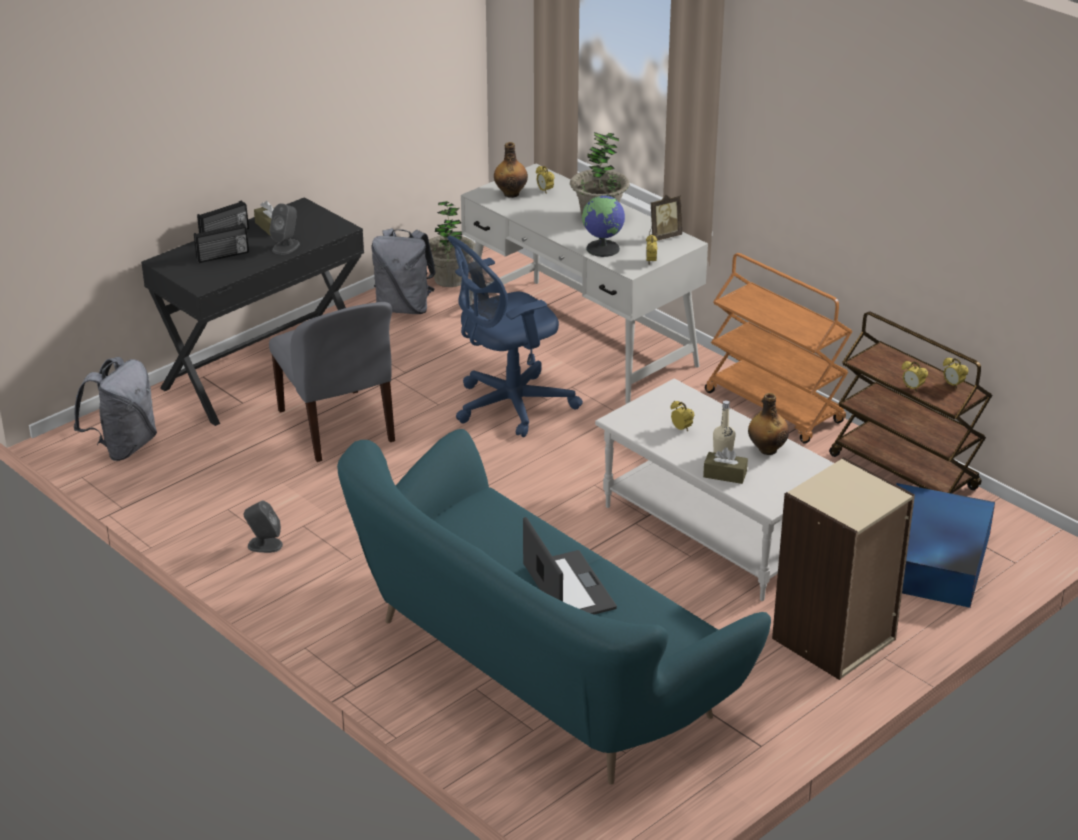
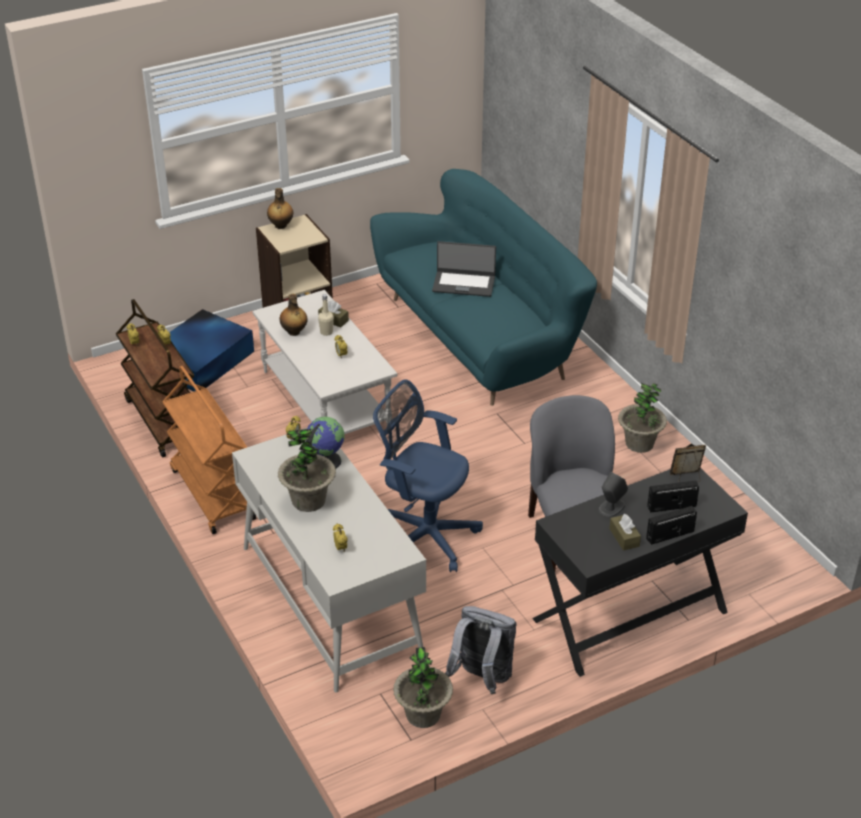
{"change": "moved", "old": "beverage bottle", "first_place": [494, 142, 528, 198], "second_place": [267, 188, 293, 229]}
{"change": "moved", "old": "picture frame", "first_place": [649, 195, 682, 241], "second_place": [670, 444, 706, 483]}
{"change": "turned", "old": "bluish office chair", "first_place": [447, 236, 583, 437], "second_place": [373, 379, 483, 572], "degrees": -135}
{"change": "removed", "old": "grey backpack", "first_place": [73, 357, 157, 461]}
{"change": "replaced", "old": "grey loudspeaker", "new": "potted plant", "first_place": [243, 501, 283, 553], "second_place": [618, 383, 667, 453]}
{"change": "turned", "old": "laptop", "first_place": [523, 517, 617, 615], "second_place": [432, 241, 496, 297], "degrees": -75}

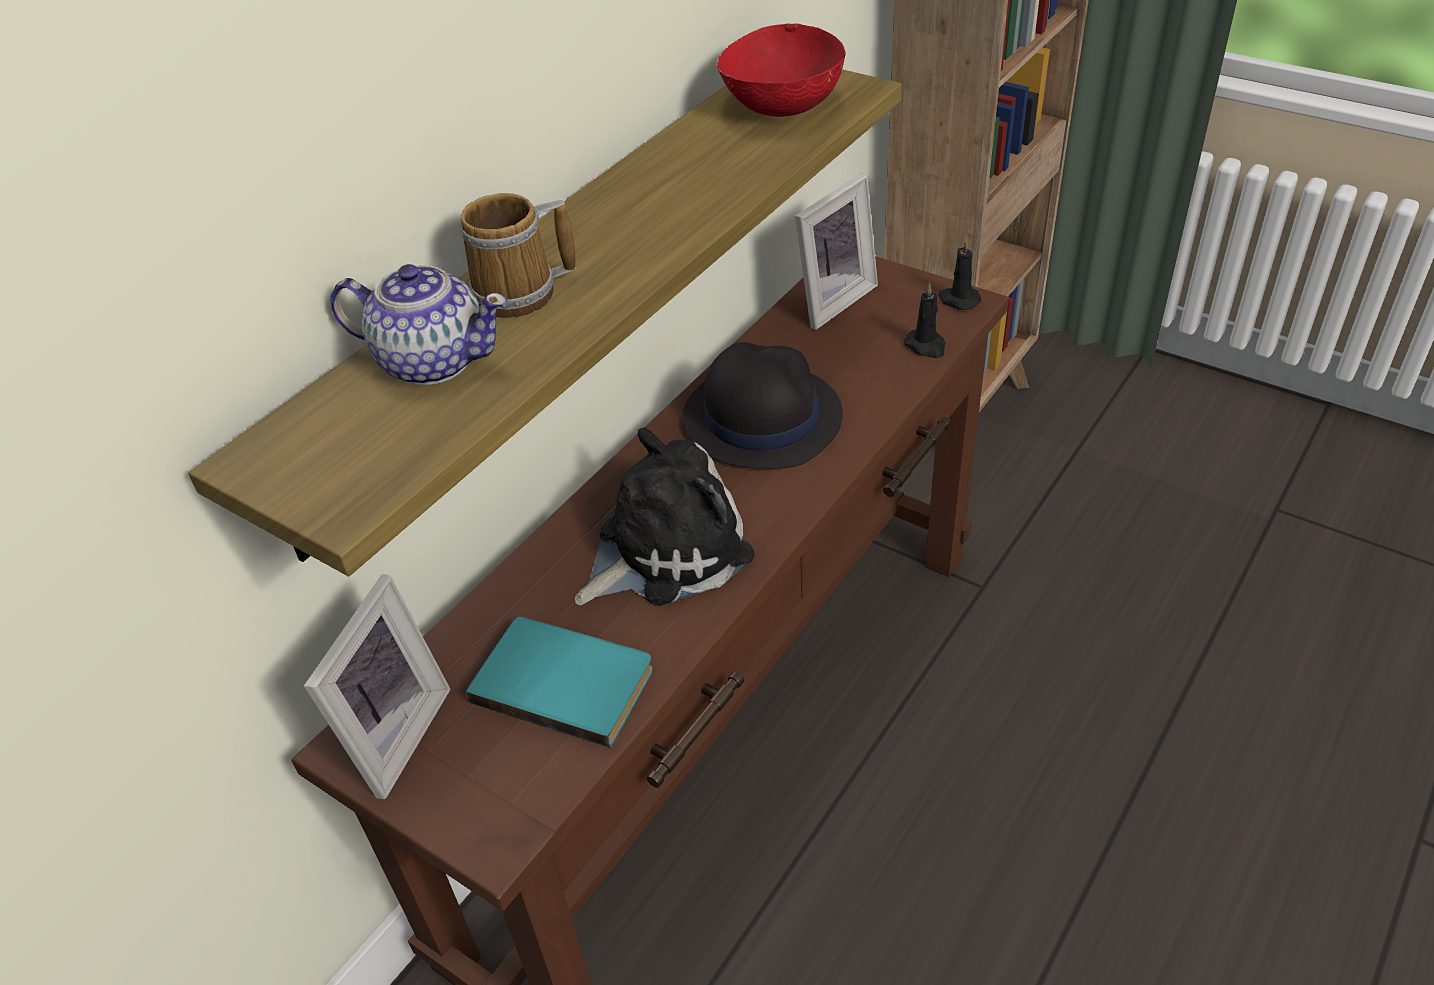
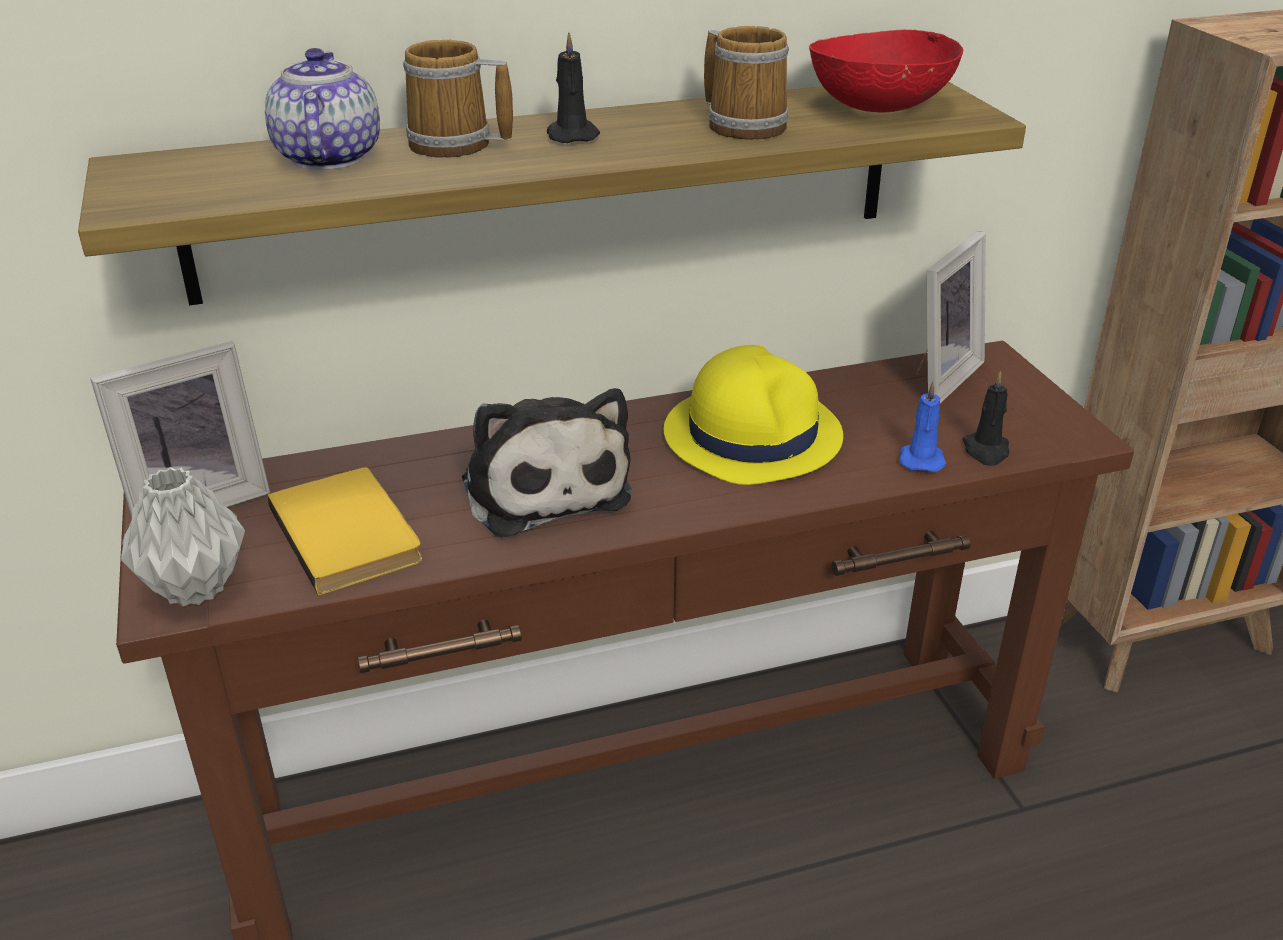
{"change": "turned", "old": "picture frame", "first_place": [795, 174, 878, 330], "second_place": [916, 231, 986, 403], "degrees": -45}
{"change": "moved", "old": "black wax candle", "first_place": [938, 239, 981, 310], "second_place": [547, 32, 600, 143]}
{"change": "turned", "old": "teapot", "first_place": [330, 264, 507, 385], "second_place": [265, 48, 380, 170], "degrees": -150}
{"change": "recoloured", "old": "black clothing hat", "new": "yellowish clothing hat", "first_place": [682, 342, 843, 469], "second_place": [664, 345, 843, 485]}
{"change": "turned", "old": "plush toy", "first_place": [575, 427, 755, 606], "second_place": [462, 388, 632, 538], "degrees": 60}
{"change": "recoloured", "old": "turquoise-coloured bound book", "new": "yellowish bound book", "first_place": [466, 617, 653, 748], "second_place": [268, 467, 422, 595]}
{"change": "added", "new": "tea mug", "second_place": [704, 26, 789, 140]}
{"change": "added", "new": "bluish wax candle", "second_place": [899, 381, 946, 472]}
{"change": "added", "new": "grey flower vase", "second_place": [121, 467, 245, 607]}

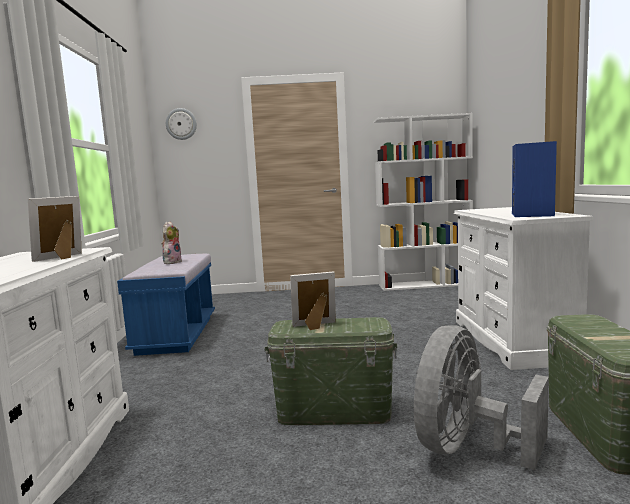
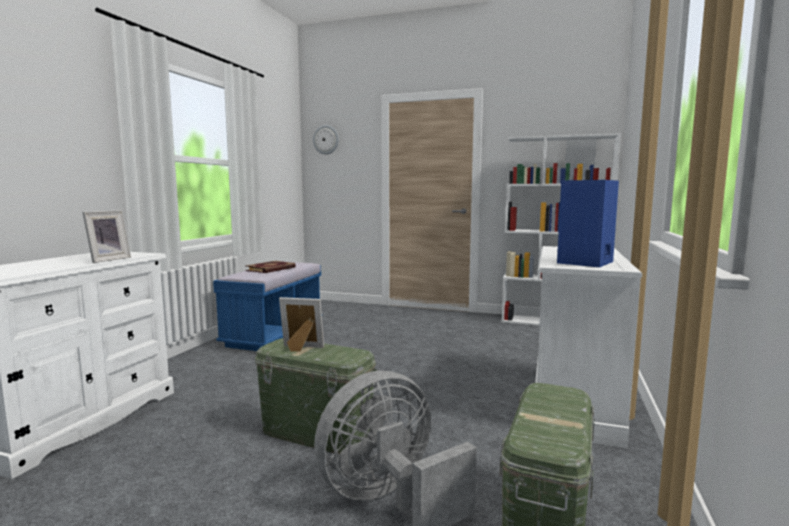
{"change": "turned", "old": "picture frame", "first_place": [28, 196, 82, 262], "second_place": [82, 210, 131, 263], "degrees": 150}
{"change": "replaced", "old": "plush toy", "new": "bound book", "first_place": [162, 222, 182, 264], "second_place": [245, 261, 296, 273]}

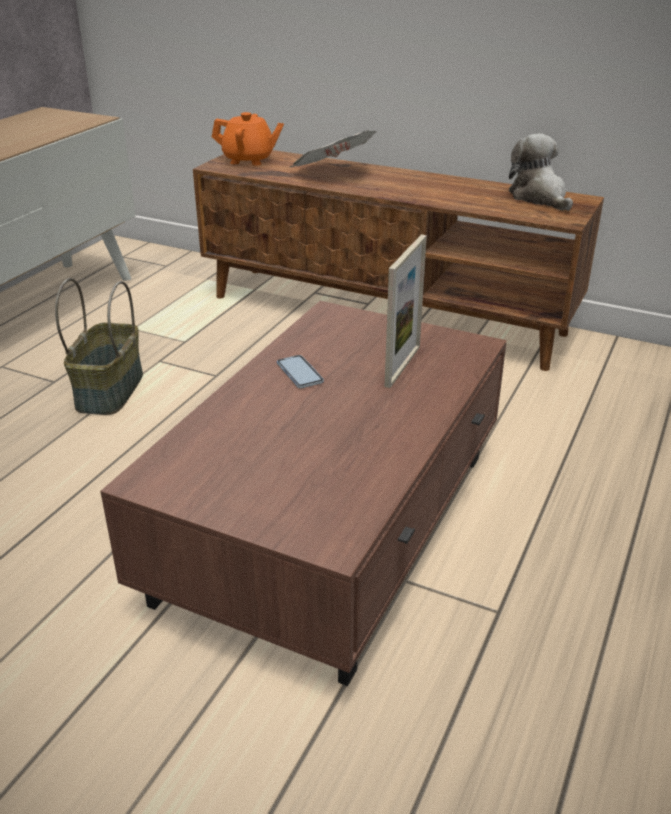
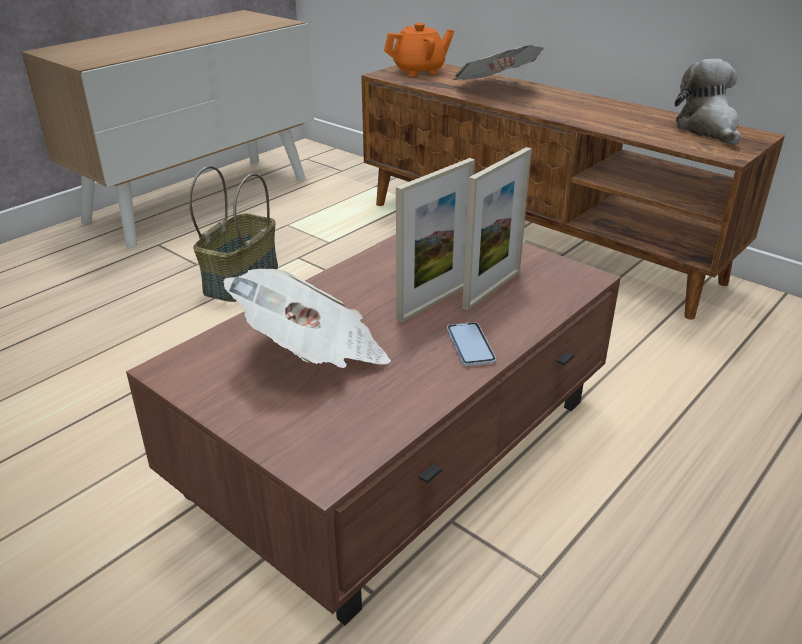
{"change": "turned", "old": "orange-coloured teapot", "first_place": [212, 112, 284, 166], "second_place": [384, 23, 454, 77], "degrees": -45}
{"change": "moved", "old": "handset", "first_place": [277, 355, 324, 388], "second_place": [447, 322, 496, 366]}
{"change": "added", "new": "picture frame", "second_place": [396, 158, 475, 323]}
{"change": "added", "new": "printed paper", "second_place": [223, 269, 391, 368]}

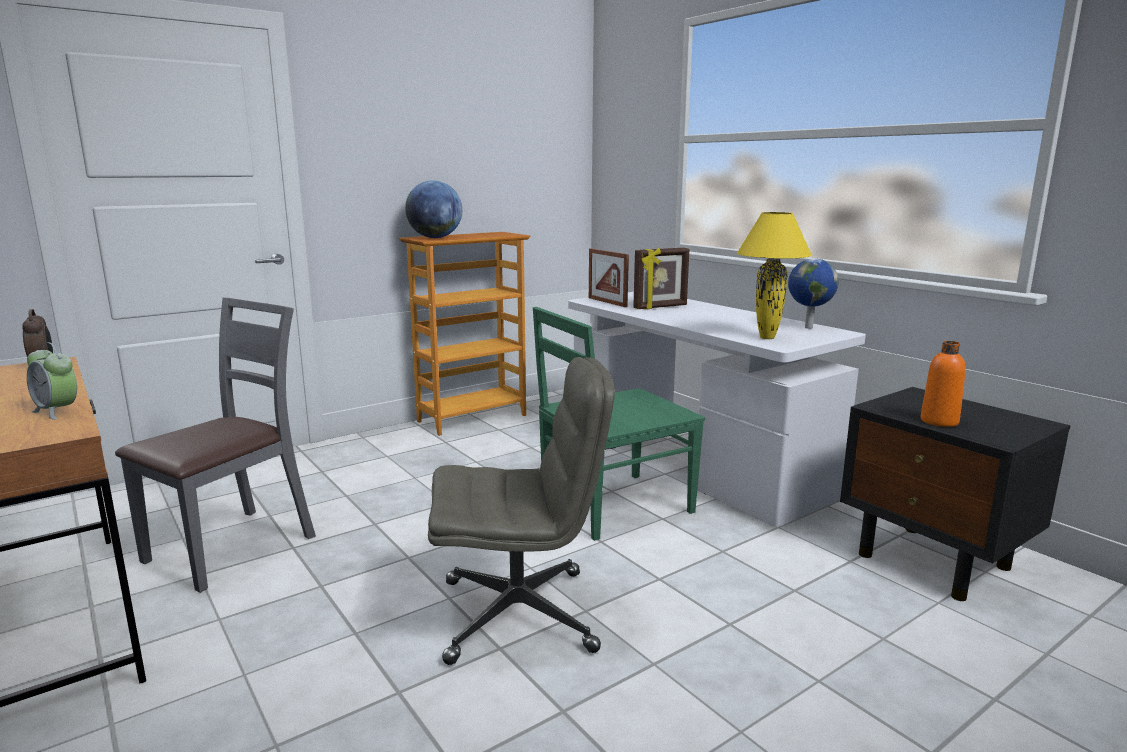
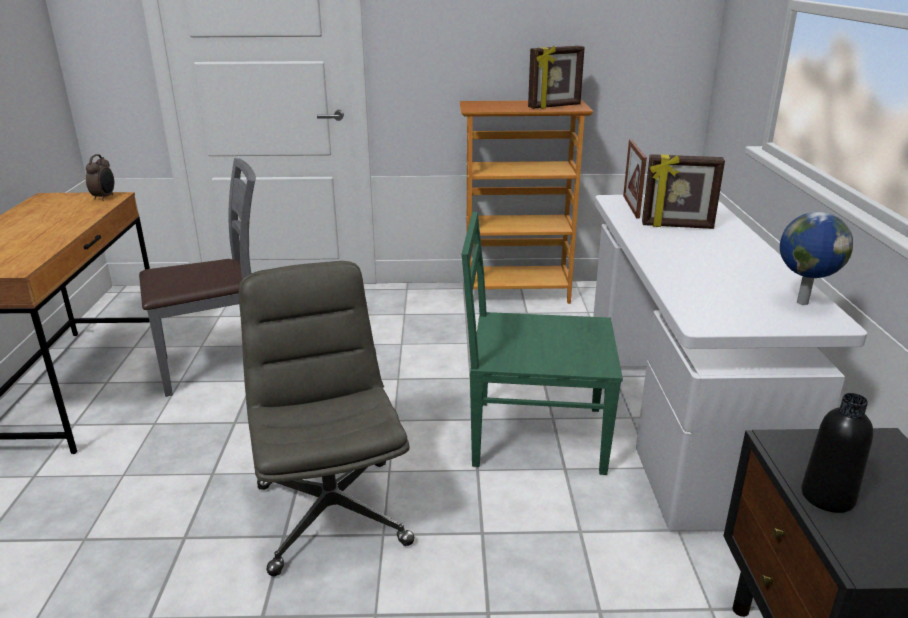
{"change": "removed", "old": "world globe", "first_place": [405, 180, 462, 238]}
{"change": "removed", "old": "yellowish tabletop lamp", "first_place": [737, 212, 812, 339]}
{"change": "recoloured", "old": "orange-coloured beverage bottle", "new": "black beverage bottle", "first_place": [920, 341, 966, 427], "second_place": [801, 393, 873, 513]}
{"change": "removed", "old": "bedside clock", "first_place": [27, 342, 77, 420]}
{"change": "turned", "old": "grey office chair", "first_place": [428, 357, 615, 665], "second_place": [239, 261, 414, 576], "degrees": -135}
{"change": "added", "new": "picture frame", "second_place": [528, 46, 585, 109]}

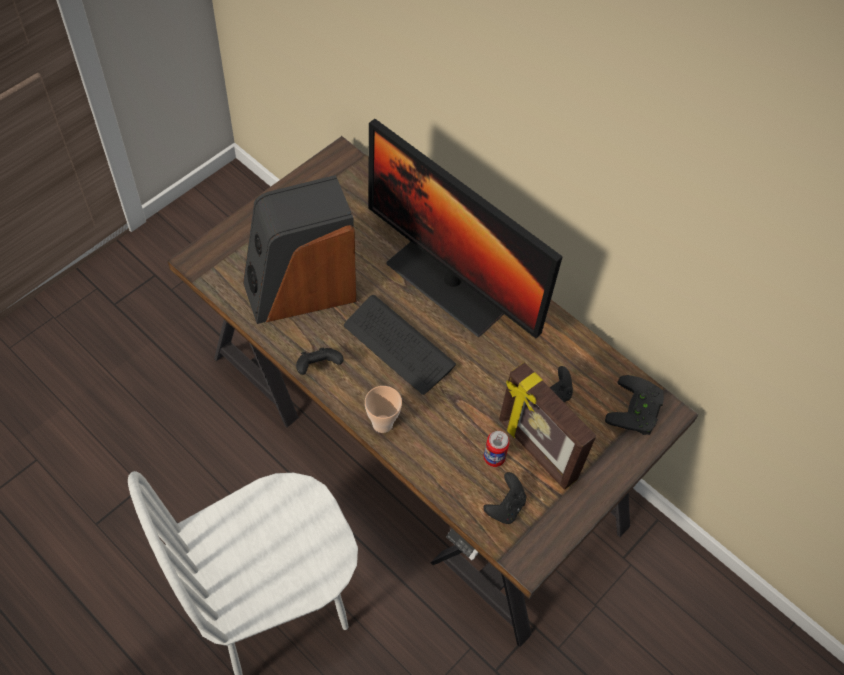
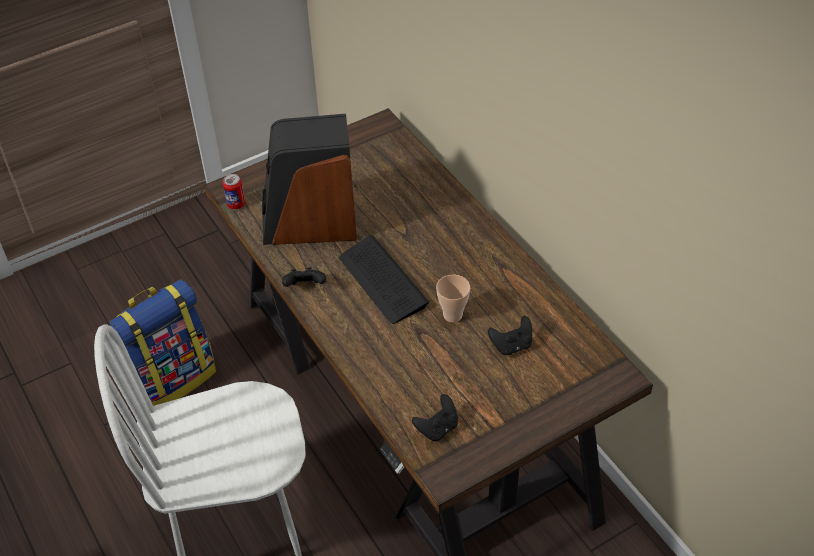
{"change": "removed", "old": "computer display", "first_place": [368, 119, 562, 338]}
{"change": "removed", "old": "picture frame", "first_place": [499, 362, 596, 490]}
{"change": "removed", "old": "black joypad", "first_place": [605, 375, 664, 435]}
{"change": "moved", "old": "small cup", "first_place": [365, 386, 402, 433], "second_place": [436, 275, 470, 322]}
{"change": "moved", "old": "metal can", "first_place": [483, 431, 510, 467], "second_place": [223, 174, 245, 209]}
{"change": "added", "new": "backpack", "second_place": [110, 279, 216, 406]}

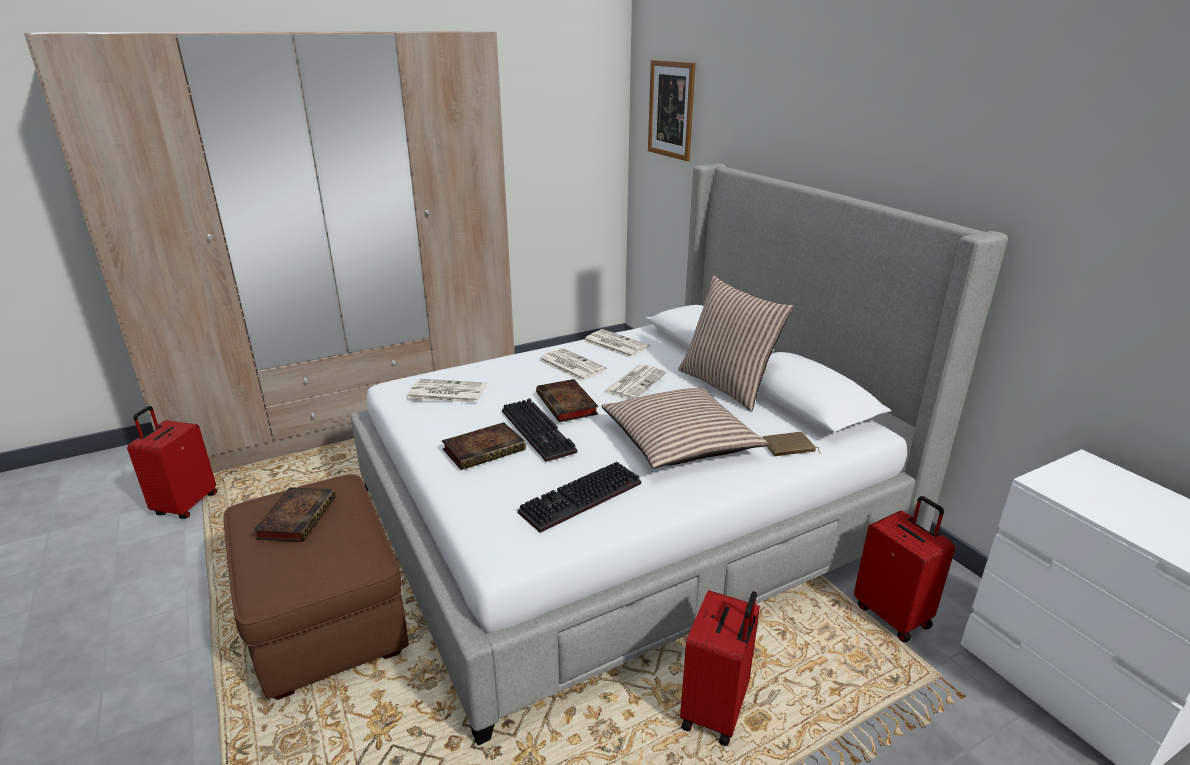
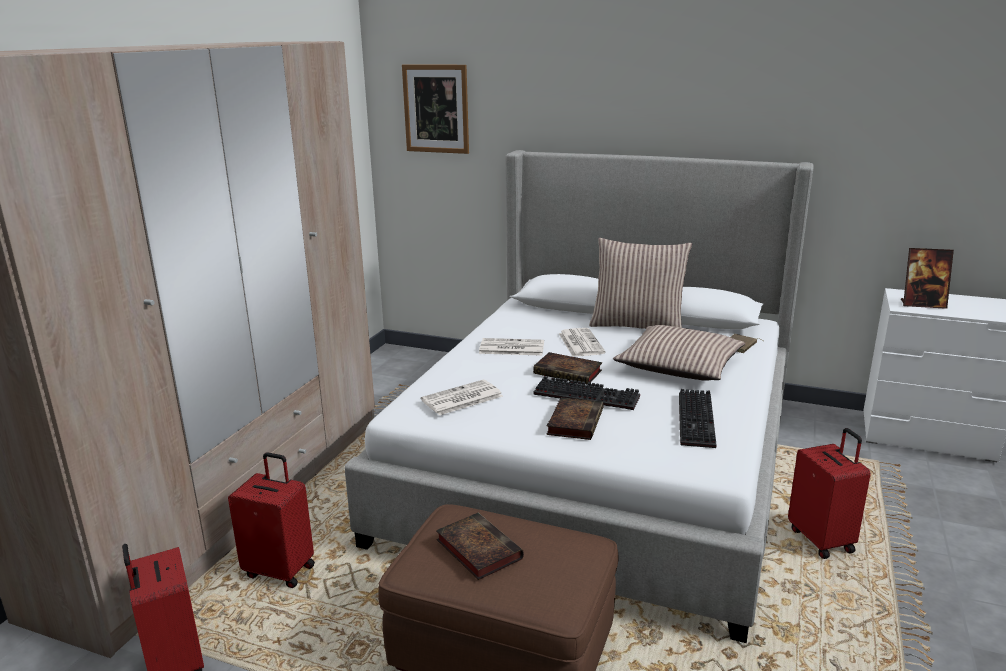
{"change": "removed", "old": "printed paper", "first_place": [583, 329, 650, 358]}
{"change": "moved", "old": "reddish travel case", "first_place": [854, 496, 955, 642], "second_place": [228, 452, 315, 588]}
{"change": "added", "new": "picture frame", "second_place": [901, 248, 954, 309]}

